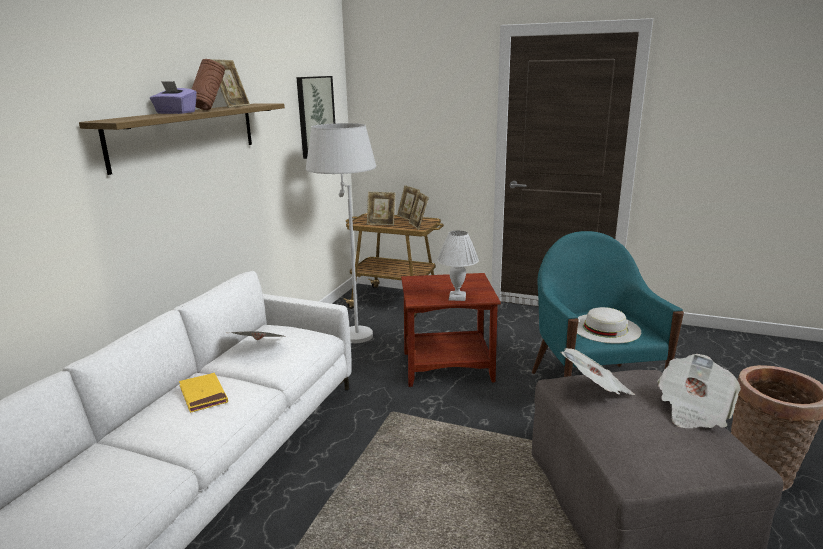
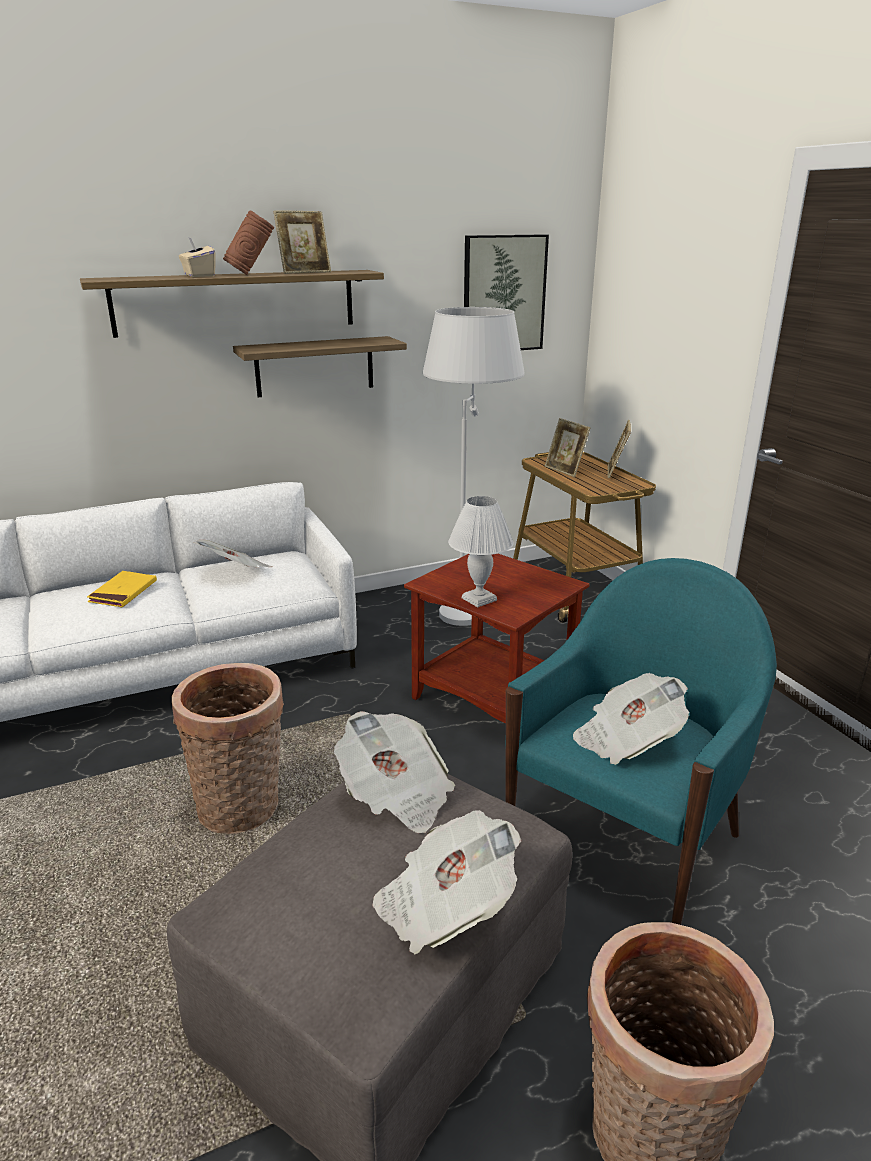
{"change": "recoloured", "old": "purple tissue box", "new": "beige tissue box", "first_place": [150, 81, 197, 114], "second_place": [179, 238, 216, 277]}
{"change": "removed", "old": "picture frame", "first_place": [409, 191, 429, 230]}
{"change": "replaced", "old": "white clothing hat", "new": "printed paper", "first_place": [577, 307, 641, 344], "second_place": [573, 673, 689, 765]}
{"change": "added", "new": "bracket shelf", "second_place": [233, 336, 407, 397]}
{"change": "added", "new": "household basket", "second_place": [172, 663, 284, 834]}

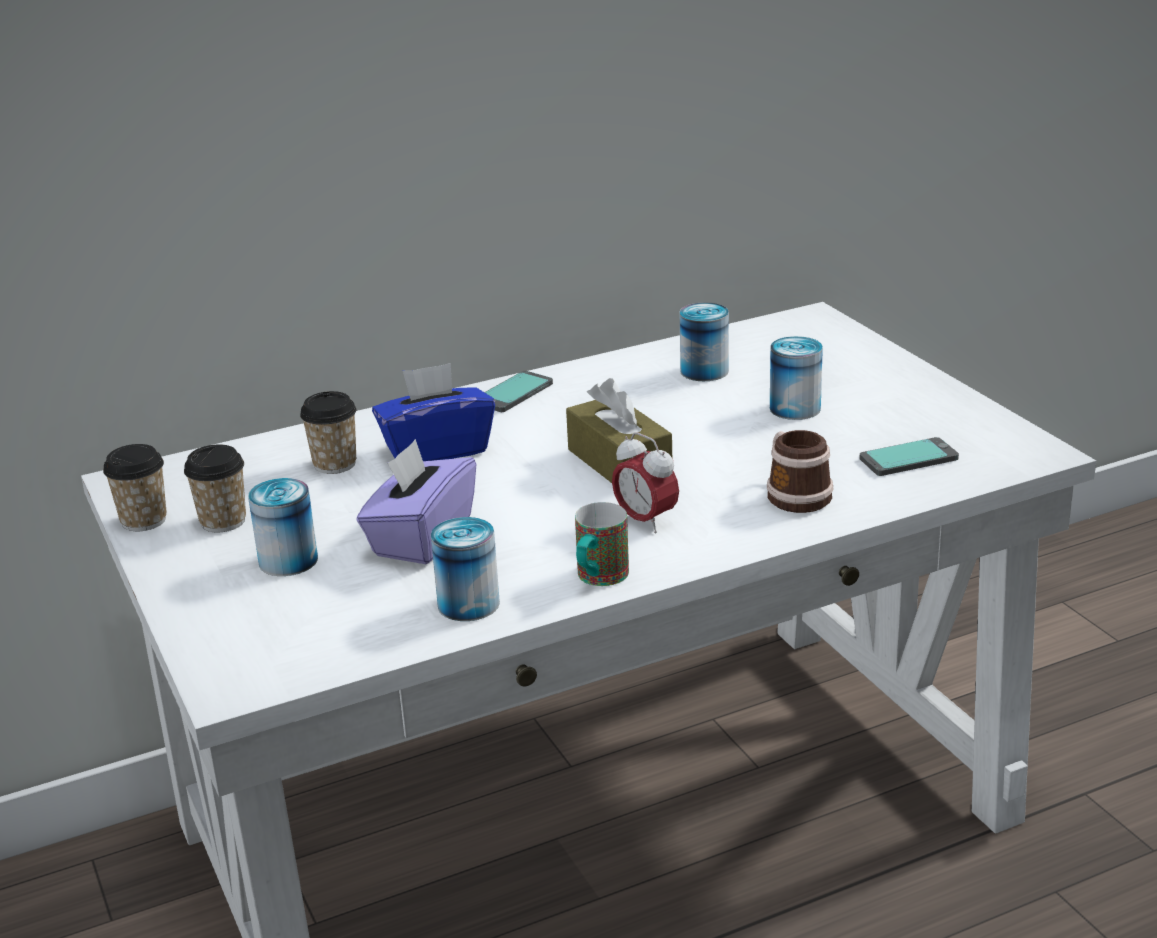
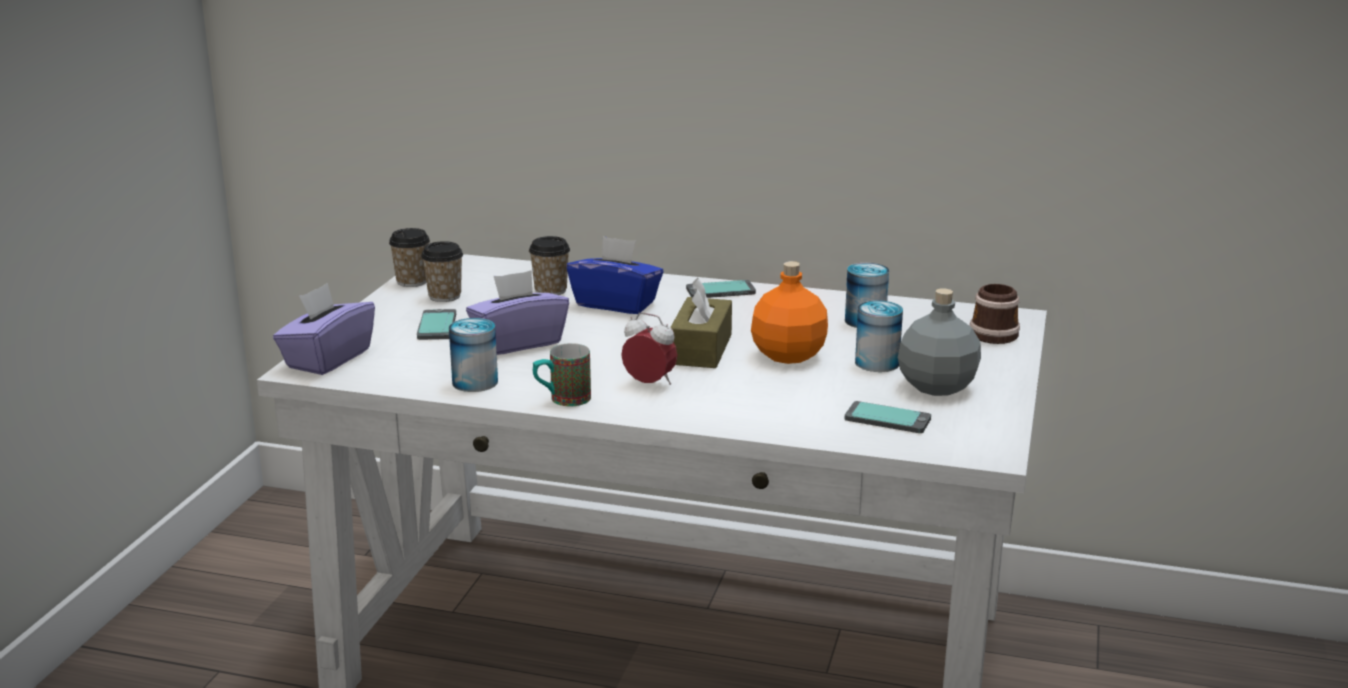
{"change": "moved", "old": "tea mug", "first_place": [767, 430, 833, 513], "second_place": [970, 284, 1020, 344]}
{"change": "turned", "old": "bedside clock", "first_place": [612, 432, 679, 533], "second_place": [621, 312, 678, 385], "degrees": 120}
{"change": "replaced", "old": "metal can", "new": "handset", "first_place": [248, 478, 318, 576], "second_place": [417, 309, 456, 340]}
{"change": "added", "new": "orange-coloured beverage bottle", "second_place": [751, 261, 828, 364]}
{"change": "added", "new": "purple tissue box", "second_place": [273, 283, 375, 375]}
{"change": "added", "new": "grey beverage bottle", "second_place": [898, 289, 981, 396]}

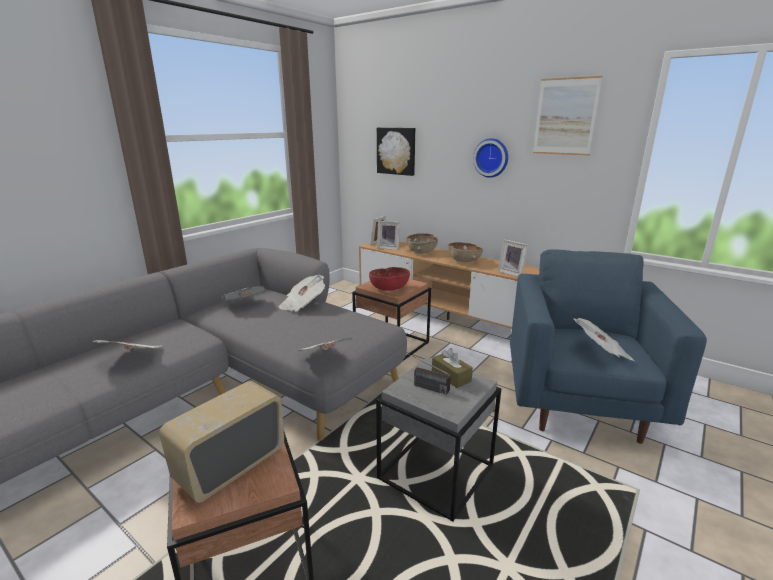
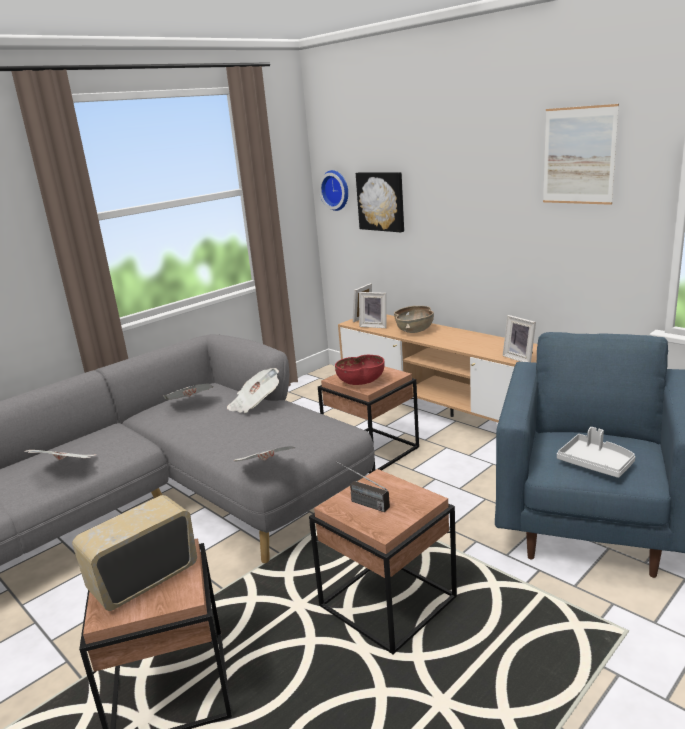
{"change": "moved", "old": "clock on the wall", "first_place": [473, 138, 508, 178], "second_place": [319, 170, 348, 211]}
{"change": "removed", "old": "brownish serving bowl", "first_place": [448, 242, 483, 262]}
{"change": "replaced", "old": "printed paper", "new": "grey carrying tray", "first_place": [573, 318, 635, 361], "second_place": [557, 427, 636, 478]}
{"change": "removed", "old": "brownish tissue box", "first_place": [432, 348, 473, 388]}
{"change": "recoloured", "old": "grey end table", "new": "brownish end table", "first_place": [376, 357, 501, 521], "second_place": [309, 469, 457, 654]}

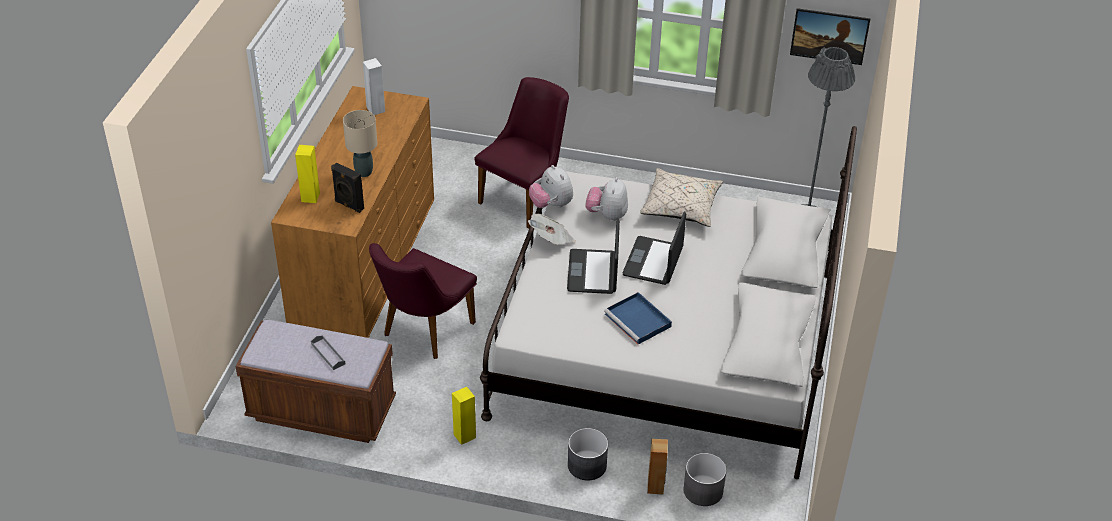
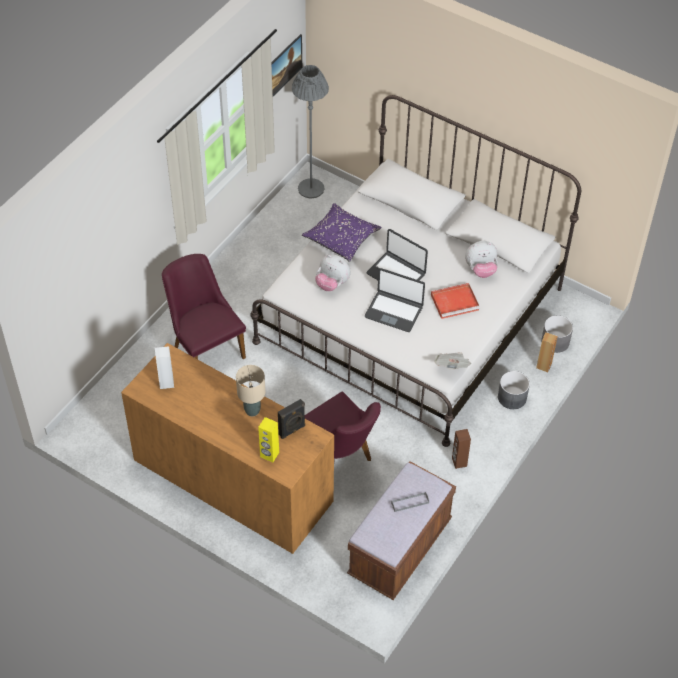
{"change": "moved", "old": "plush toy", "first_place": [529, 165, 573, 208], "second_place": [465, 241, 498, 278]}
{"change": "recoloured", "old": "beige throw pillow", "new": "purple throw pillow", "first_place": [640, 168, 723, 227], "second_place": [302, 203, 382, 262]}
{"change": "moved", "old": "printed paper", "first_place": [528, 213, 576, 245], "second_place": [434, 352, 472, 369]}
{"change": "recoloured", "old": "bluish carrying tray", "new": "reddish carrying tray", "first_place": [604, 292, 672, 345], "second_place": [431, 283, 480, 319]}
{"change": "recoloured", "old": "yellowish loudspeaker", "new": "brownish loudspeaker", "first_place": [452, 387, 476, 445], "second_place": [452, 429, 471, 469]}

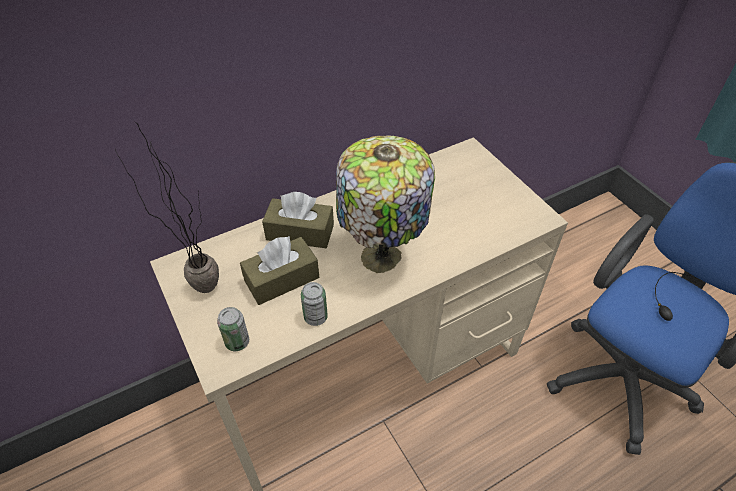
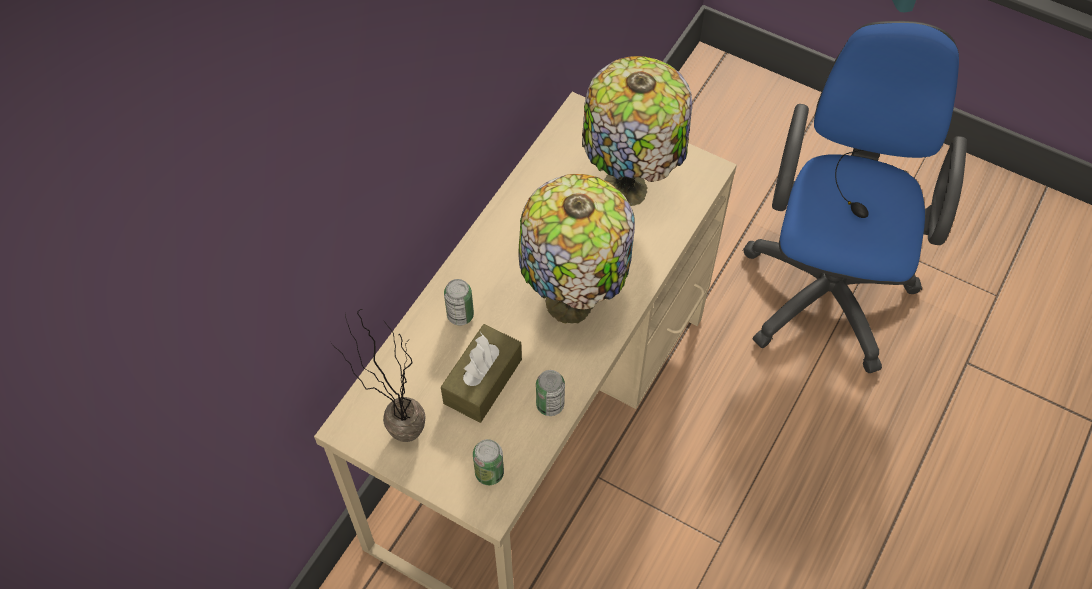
{"change": "replaced", "old": "brownish tissue box", "new": "metal can", "first_place": [262, 192, 334, 248], "second_place": [444, 279, 474, 325]}
{"change": "added", "new": "tabletop lamp", "second_place": [582, 56, 692, 206]}

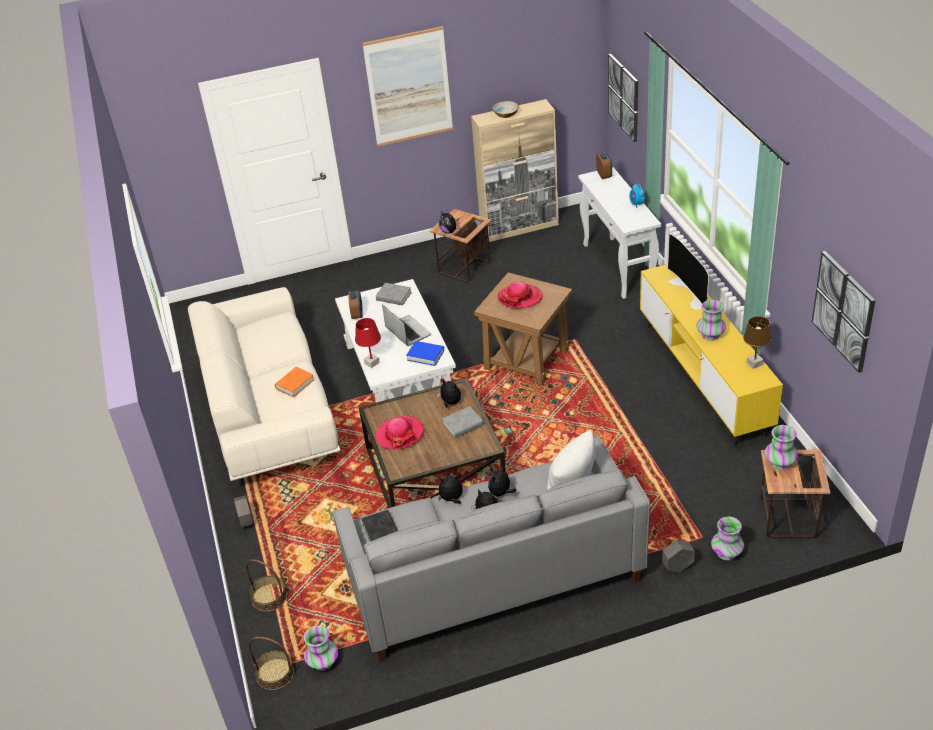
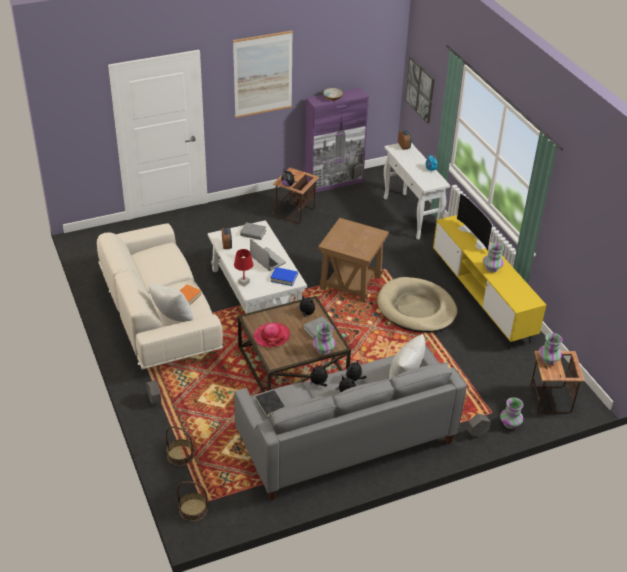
{"change": "recoloured", "old": "beige cabinet", "new": "purple cabinet", "first_place": [471, 99, 559, 242], "second_place": [304, 88, 369, 192]}
{"change": "removed", "old": "picture", "first_place": [812, 251, 875, 373]}
{"change": "removed", "old": "clothing hat", "first_place": [498, 281, 543, 309]}
{"change": "removed", "old": "brownish tabletop lamp", "first_place": [743, 316, 772, 369]}
{"change": "moved", "old": "flower vase", "first_place": [304, 626, 338, 671], "second_place": [313, 323, 336, 355]}
{"change": "added", "new": "beige pet bed", "second_place": [377, 277, 457, 333]}
{"change": "added", "new": "white throw pillow", "second_place": [148, 284, 194, 322]}

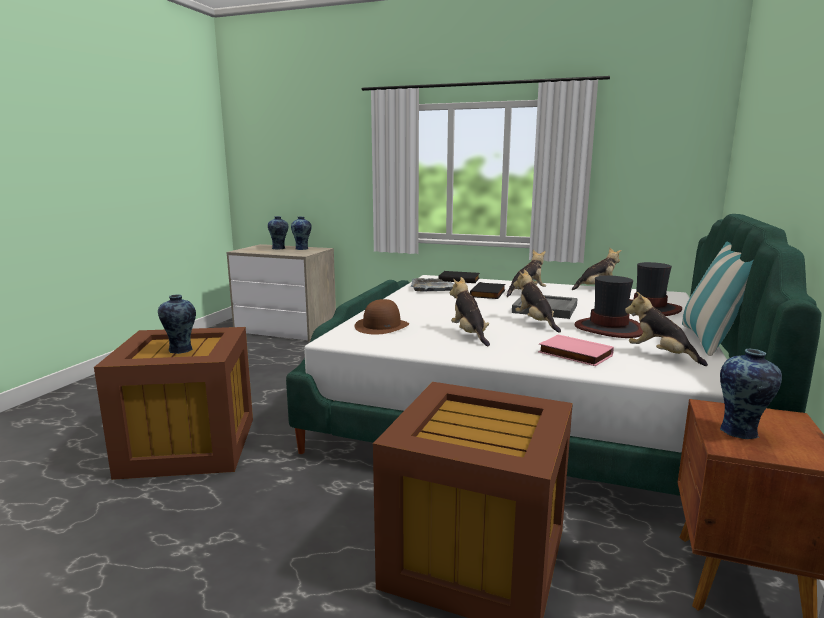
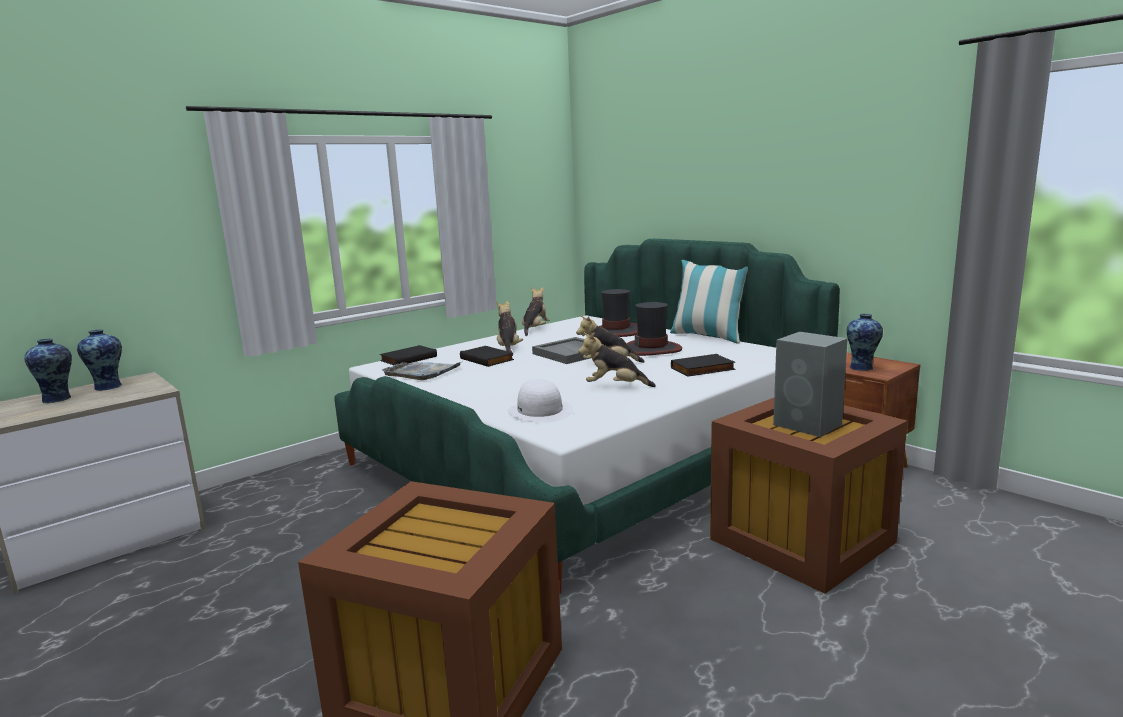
{"change": "removed", "old": "plush toy", "first_place": [625, 292, 708, 366]}
{"change": "removed", "old": "flower vase", "first_place": [158, 294, 196, 354]}
{"change": "recoloured", "old": "brownish clothing hat", "new": "white clothing hat", "first_place": [354, 299, 409, 335], "second_place": [507, 379, 573, 423]}
{"change": "recoloured", "old": "pink-coloured bound book", "new": "black bound book", "first_place": [538, 334, 614, 366], "second_place": [671, 354, 735, 377]}
{"change": "added", "new": "grey loudspeaker", "second_place": [773, 332, 848, 437]}

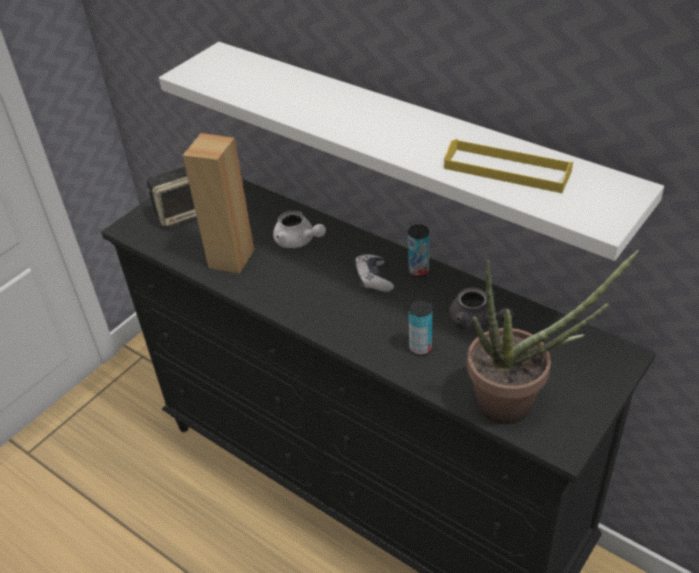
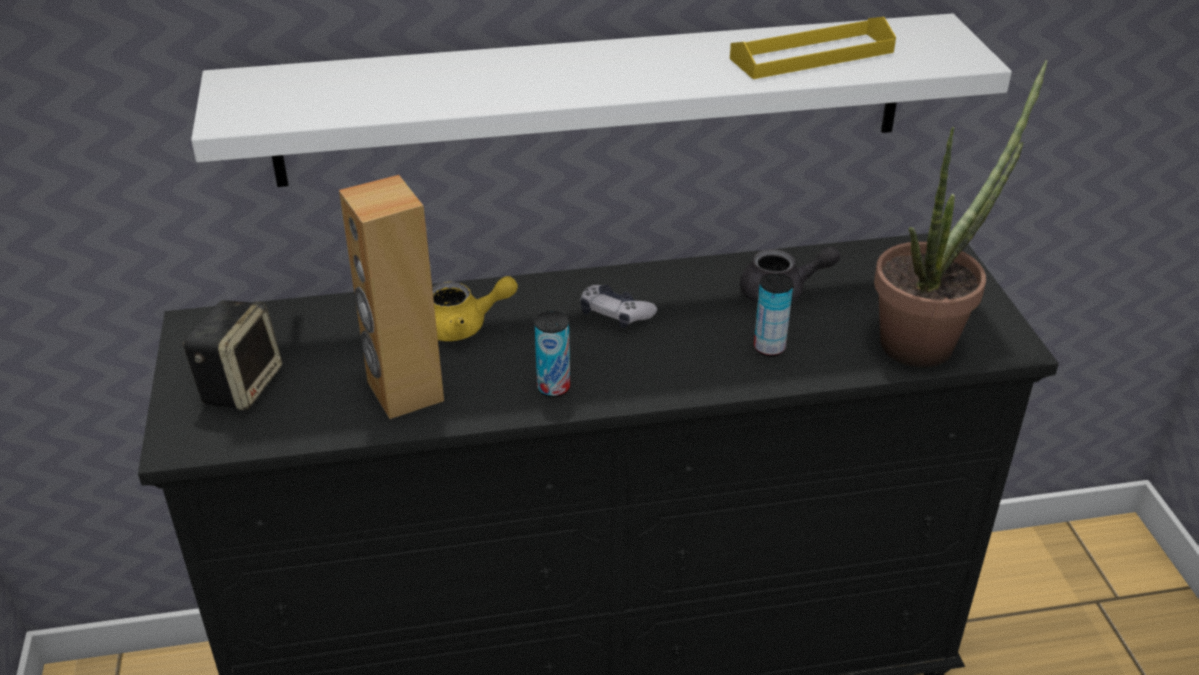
{"change": "recoloured", "old": "white teapot", "new": "yellowish teapot", "first_place": [273, 211, 326, 248], "second_place": [432, 276, 518, 341]}
{"change": "moved", "old": "metal can", "first_place": [408, 224, 429, 277], "second_place": [534, 311, 570, 397]}

